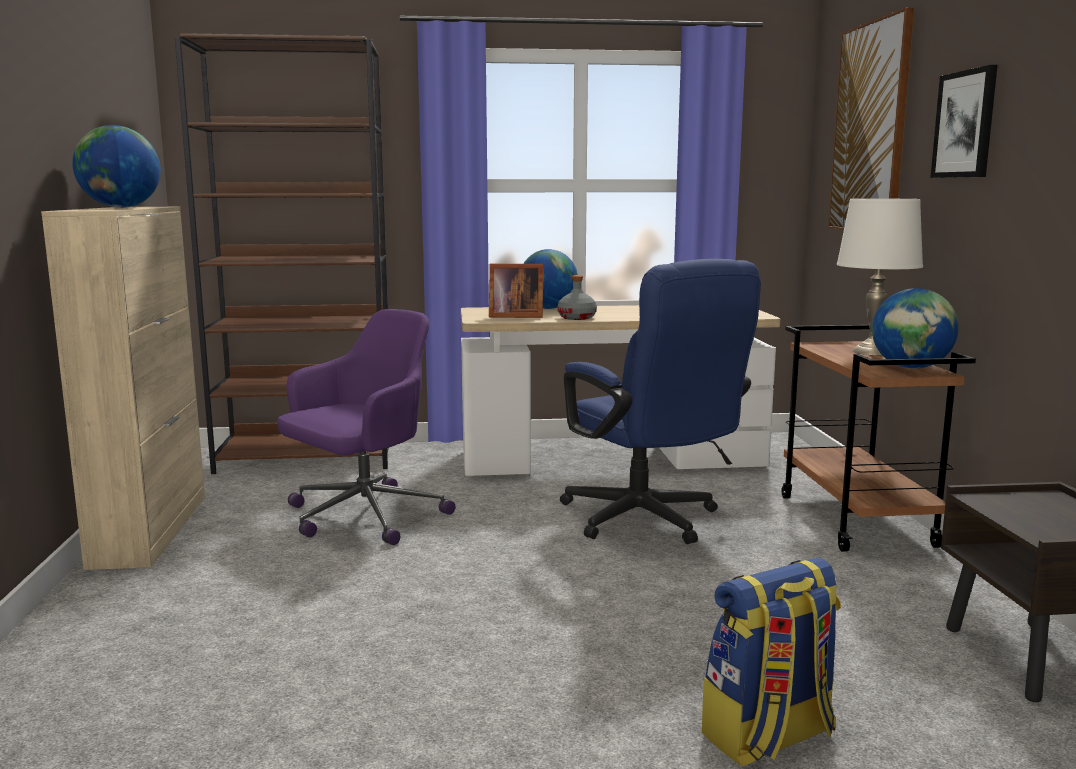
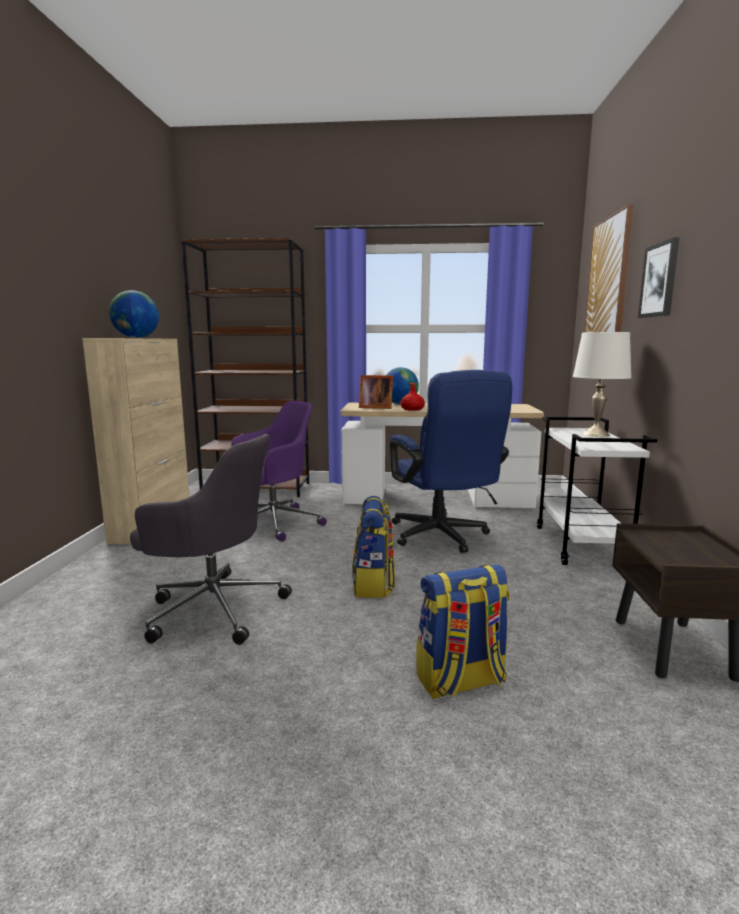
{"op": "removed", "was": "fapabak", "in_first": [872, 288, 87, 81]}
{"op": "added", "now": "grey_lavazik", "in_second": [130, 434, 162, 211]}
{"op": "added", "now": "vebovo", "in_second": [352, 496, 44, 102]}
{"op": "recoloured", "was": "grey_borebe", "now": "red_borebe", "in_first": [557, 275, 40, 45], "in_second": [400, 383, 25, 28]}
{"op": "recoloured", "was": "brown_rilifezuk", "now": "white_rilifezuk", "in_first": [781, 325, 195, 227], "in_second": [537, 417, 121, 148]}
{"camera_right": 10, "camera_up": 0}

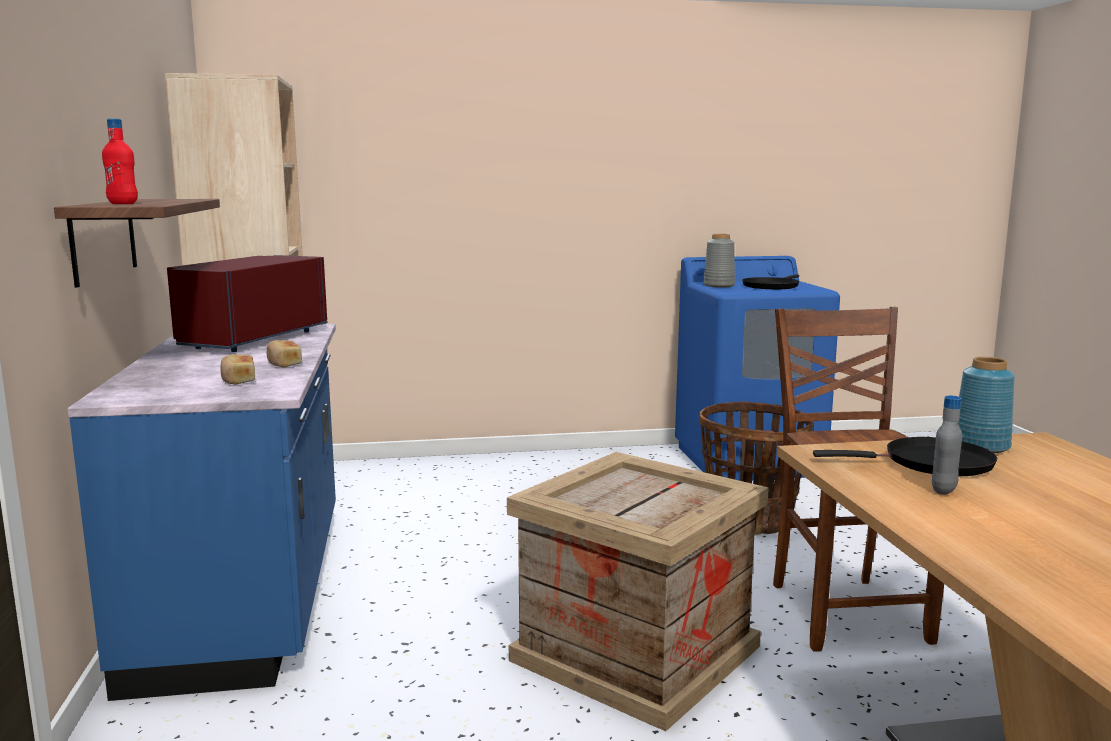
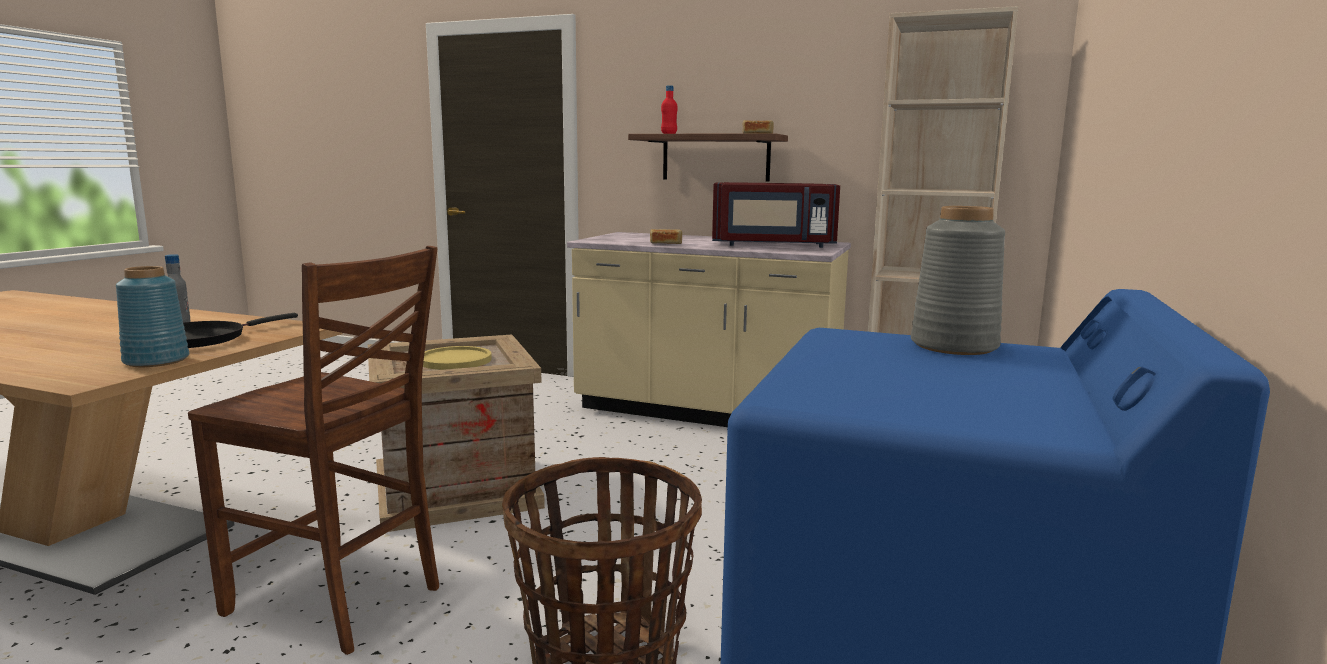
{"op": "removed", "was": "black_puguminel", "in_first": [742, 275, 57, 14]}
{"op": "added", "now": "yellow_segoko", "in_second": [423, 346, 69, 24]}
{"op": "moved", "was": "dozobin", "in_first": [220, 354, 35, 31], "in_second": [742, 120, 32, 13]}
{"op": "recoloured", "was": "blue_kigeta", "now": "beige_kigeta", "in_first": [67, 324, 269, 377], "in_second": [567, 232, 284, 195]}
{"op": "turned", "was": "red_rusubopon", "in_first": [167, 255, 160, 97], "in_second": [712, 182, 128, 66], "clockwise": 135}
{"camera_right": 120, "camera_up": 0}

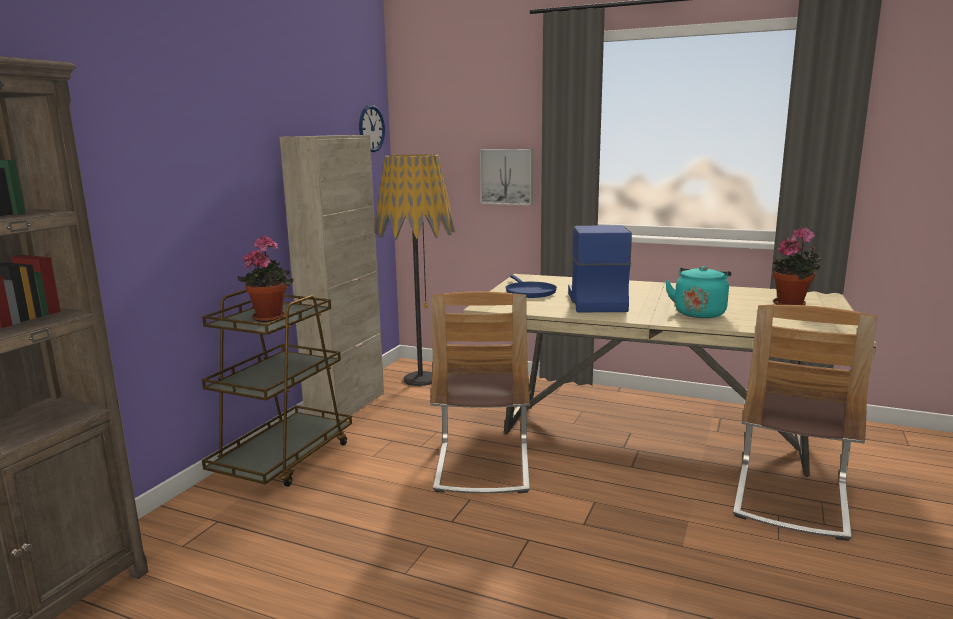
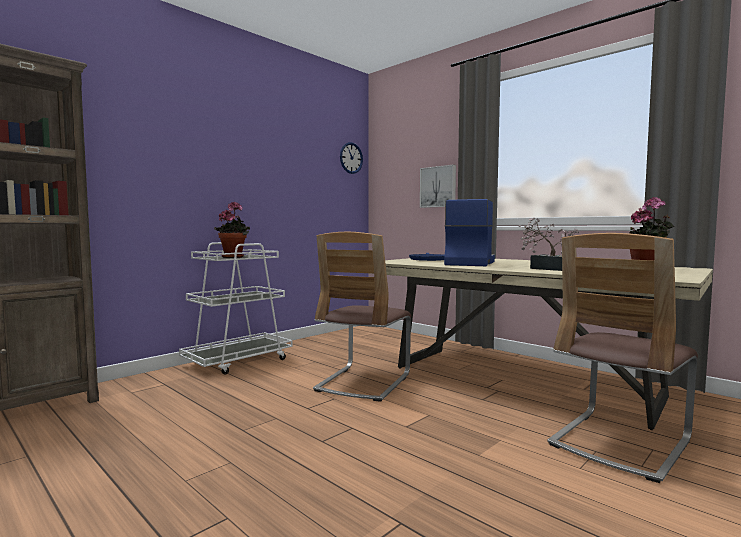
{"op": "removed", "was": "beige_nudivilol", "in_first": [279, 135, 105, 285]}
{"op": "removed", "was": "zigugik", "in_first": [375, 154, 80, 232]}
{"op": "replaced", "was": "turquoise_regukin", "now": "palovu", "in_first": [665, 266, 66, 52], "in_second": [519, 218, 60, 53]}
{"op": "recoloured", "was": "brown_rilifezuk", "now": "white_rilifezuk", "in_first": [202, 289, 150, 198], "in_second": [179, 242, 114, 133]}
{"camera_right": 20, "camera_up": -10}

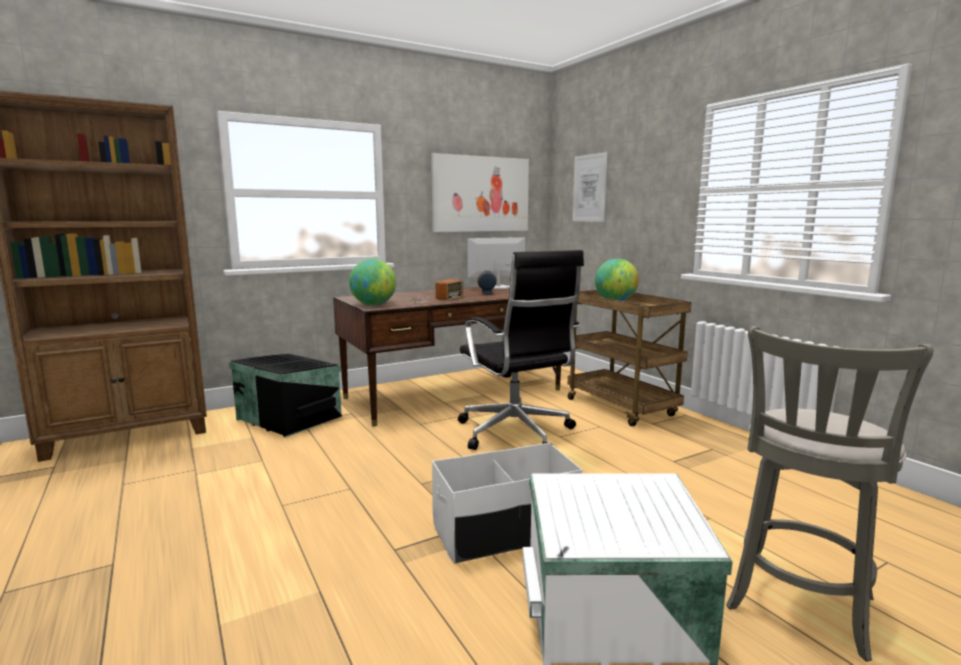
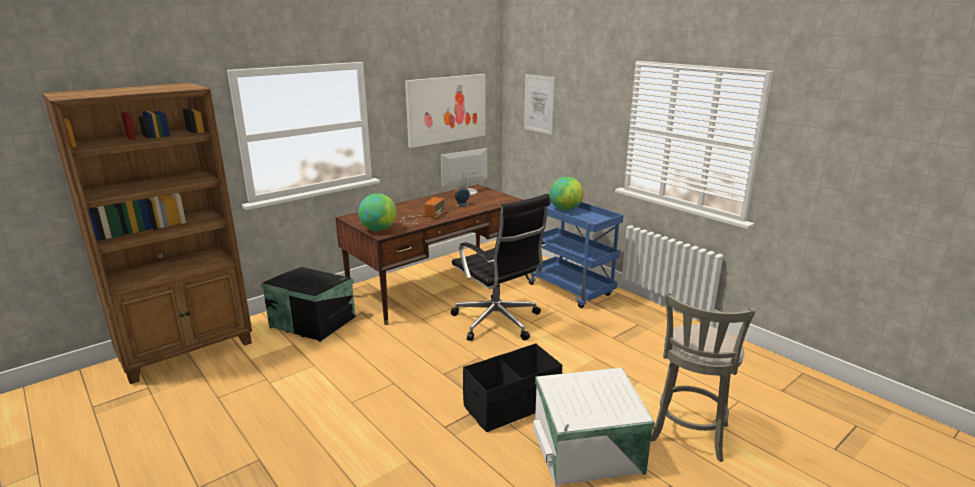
{"op": "recoloured", "was": "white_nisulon", "now": "black_nisulon", "in_first": [432, 443, 151, 121], "in_second": [463, 343, 99, 89]}
{"op": "recoloured", "was": "brown_rilifezuk", "now": "blue_rilifezuk", "in_first": [568, 290, 123, 136], "in_second": [529, 200, 95, 108]}
{"camera_right": -10, "camera_up": 10}

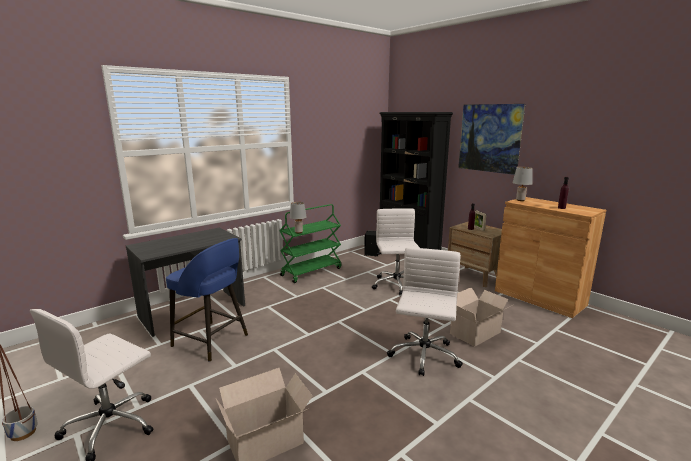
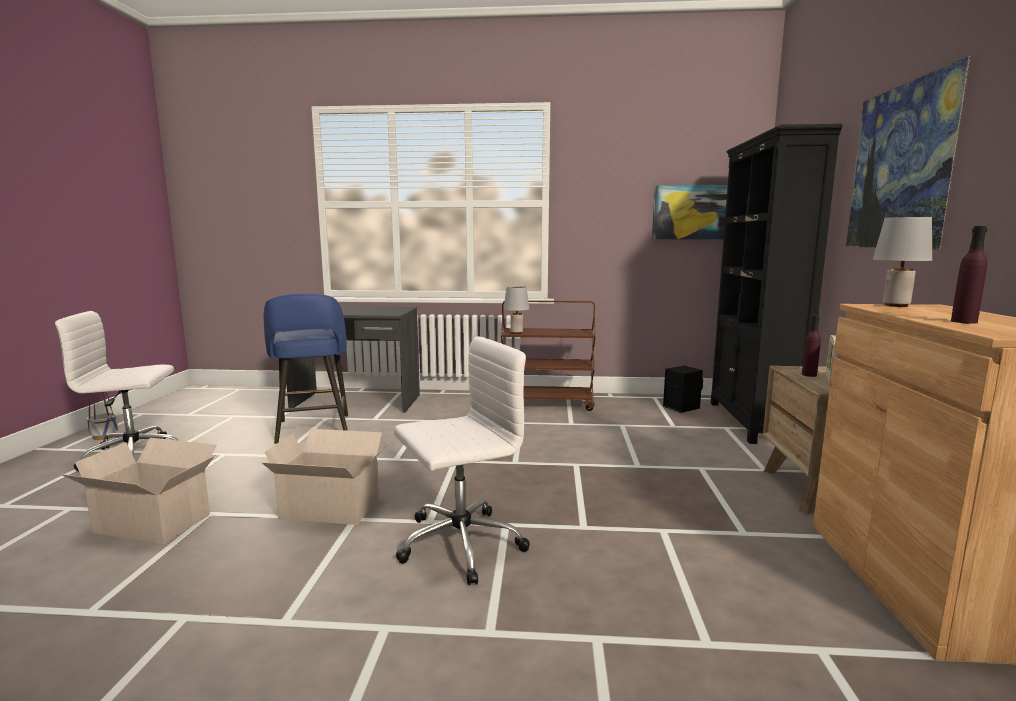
{"op": "removed", "was": "white_lavazik", "in_first": [372, 208, 48, 87]}
{"op": "added", "now": "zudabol", "in_second": [652, 185, 76, 55]}
{"op": "moved", "was": "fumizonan", "in_first": [450, 287, 64, 60], "in_second": [262, 429, 127, 96]}
{"op": "recoloured", "was": "green_rilifezuk", "now": "brown_rilifezuk", "in_first": [280, 204, 62, 79], "in_second": [501, 300, 95, 111]}
{"camera_right": 45, "camera_up": -5}

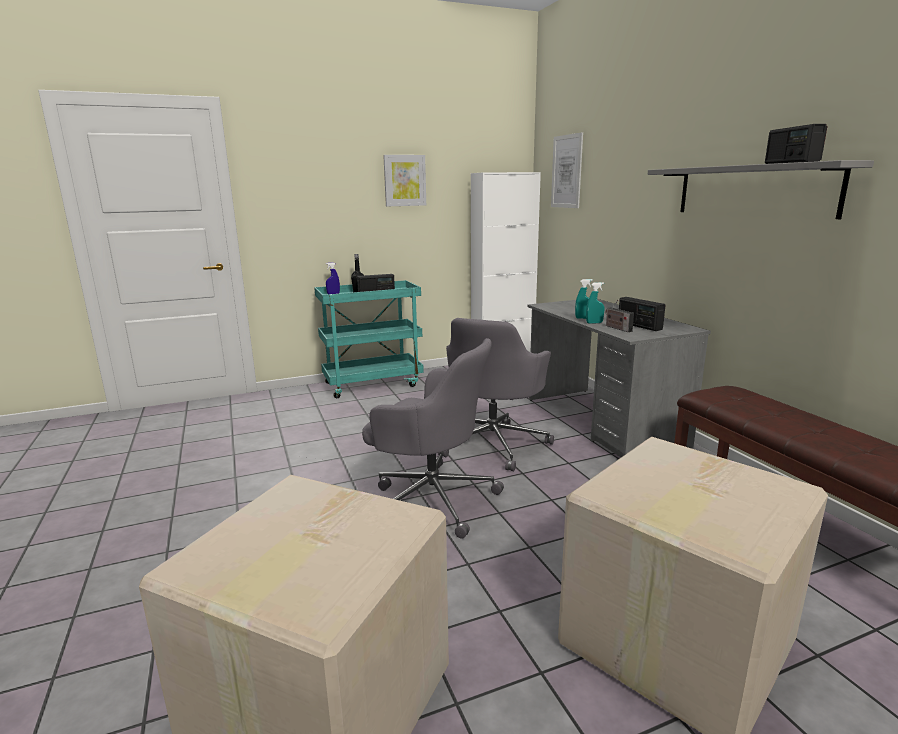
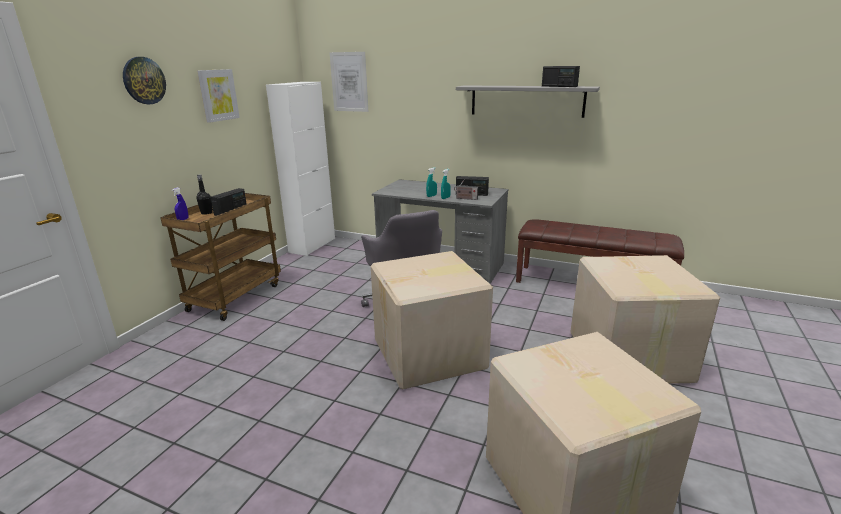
{"op": "added", "now": "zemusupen", "in_second": [123, 57, 43, 47]}
{"op": "replaced", "was": "grey_lavazik", "now": "fumizonan", "in_first": [362, 338, 142, 201], "in_second": [371, 251, 122, 139]}
{"op": "recoloured", "was": "turquoise_rilifezuk", "now": "brown_rilifezuk", "in_first": [314, 280, 110, 118], "in_second": [160, 193, 121, 128]}
{"camera_right": -45, "camera_up": 5}

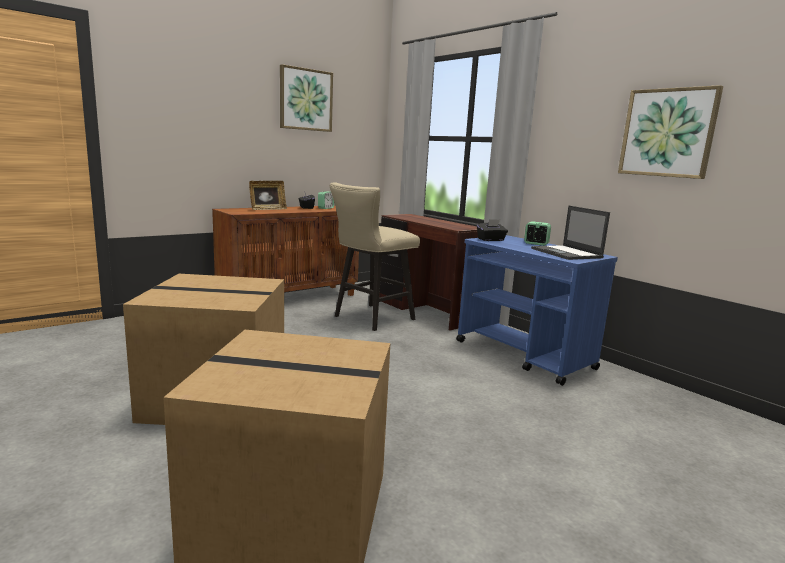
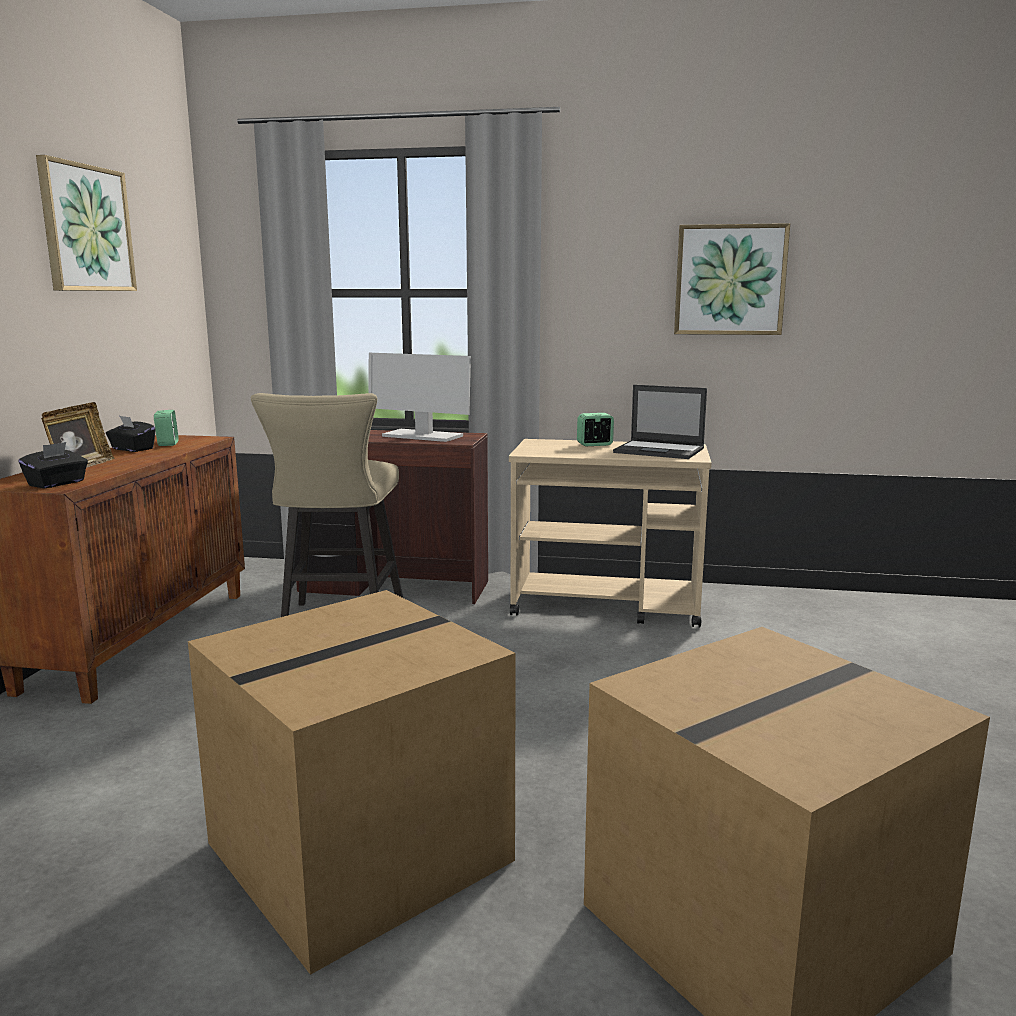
{"op": "added", "now": "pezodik", "in_second": [368, 353, 103, 89]}
{"op": "moved", "was": "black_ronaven", "in_first": [477, 219, 31, 22], "in_second": [18, 442, 70, 46]}
{"op": "recoloured", "was": "blue_rilifezuk", "now": "beige_rilifezuk", "in_first": [456, 235, 162, 151], "in_second": [509, 439, 203, 188]}
{"camera_right": -40, "camera_up": 0}

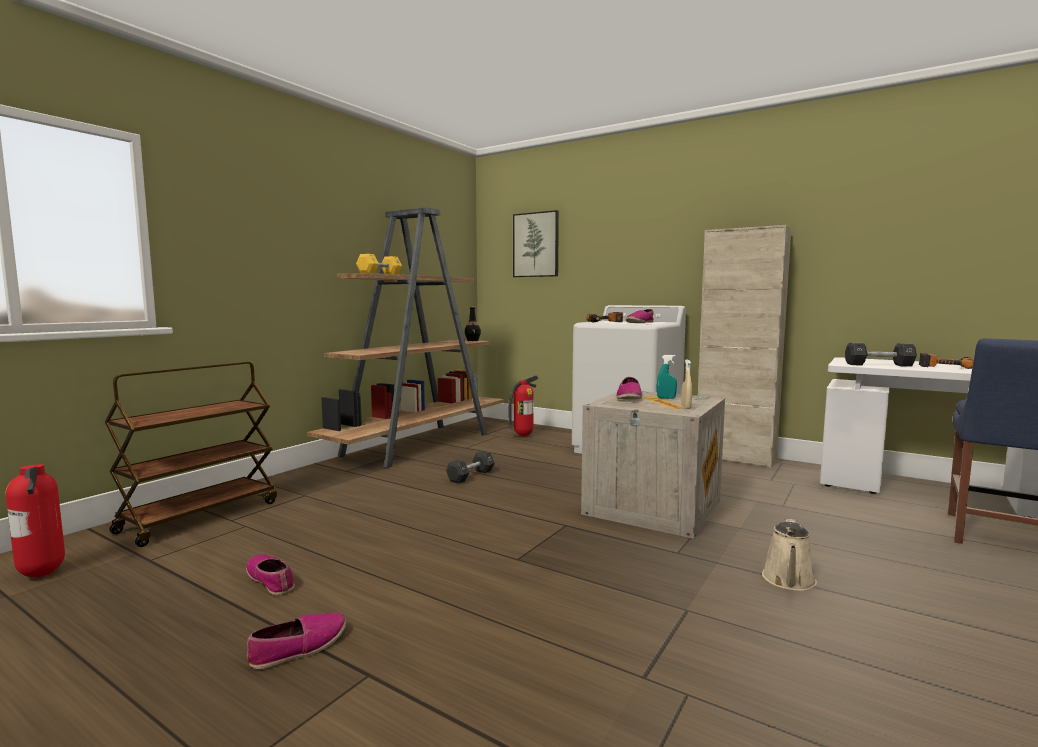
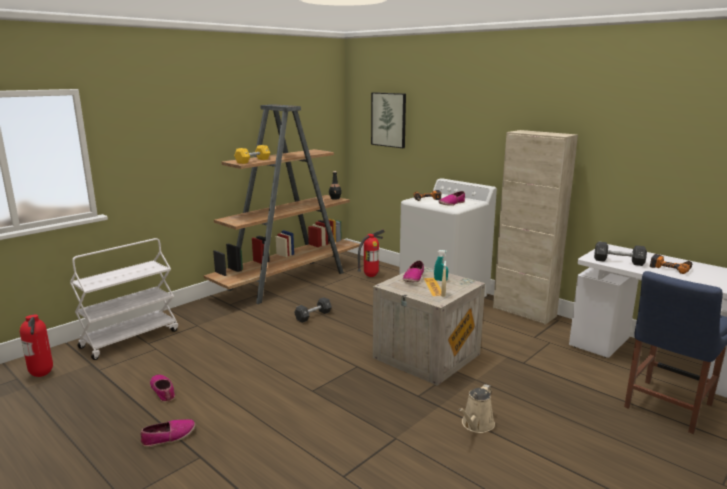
{"op": "recoloured", "was": "brown_rilifezuk", "now": "white_rilifezuk", "in_first": [105, 362, 172, 185], "in_second": [70, 238, 108, 122]}
{"camera_right": 10, "camera_up": 10}

